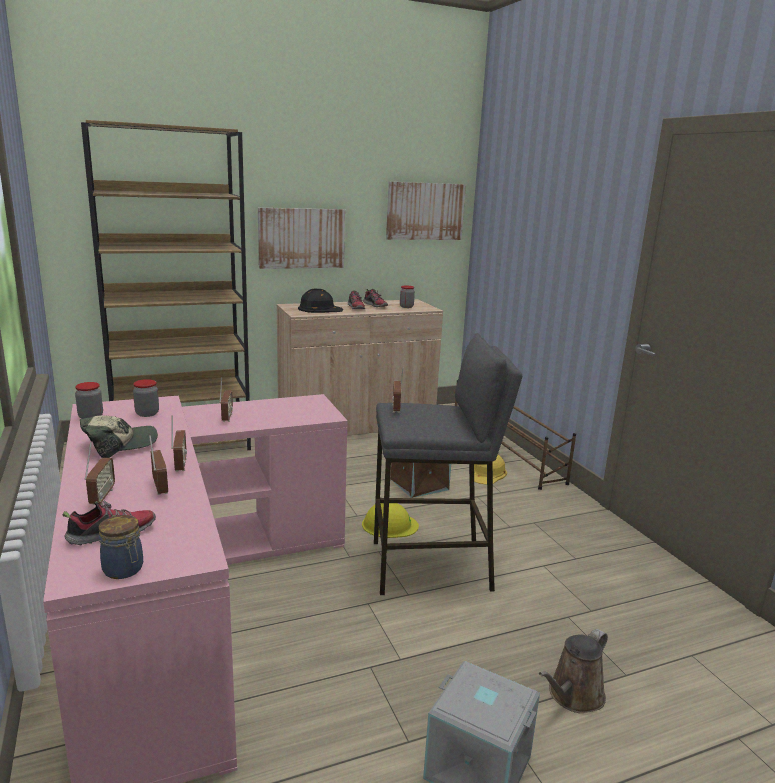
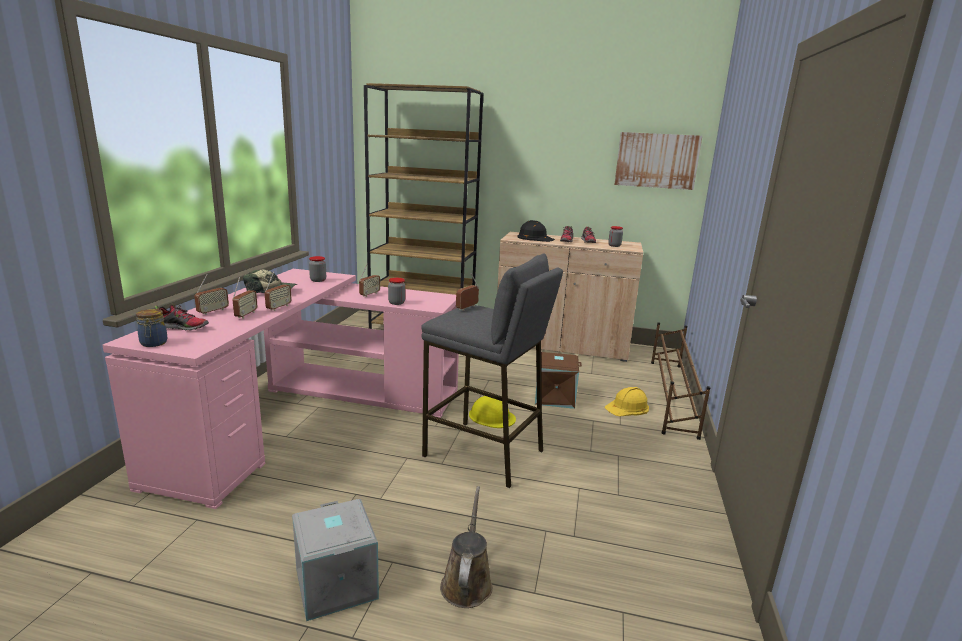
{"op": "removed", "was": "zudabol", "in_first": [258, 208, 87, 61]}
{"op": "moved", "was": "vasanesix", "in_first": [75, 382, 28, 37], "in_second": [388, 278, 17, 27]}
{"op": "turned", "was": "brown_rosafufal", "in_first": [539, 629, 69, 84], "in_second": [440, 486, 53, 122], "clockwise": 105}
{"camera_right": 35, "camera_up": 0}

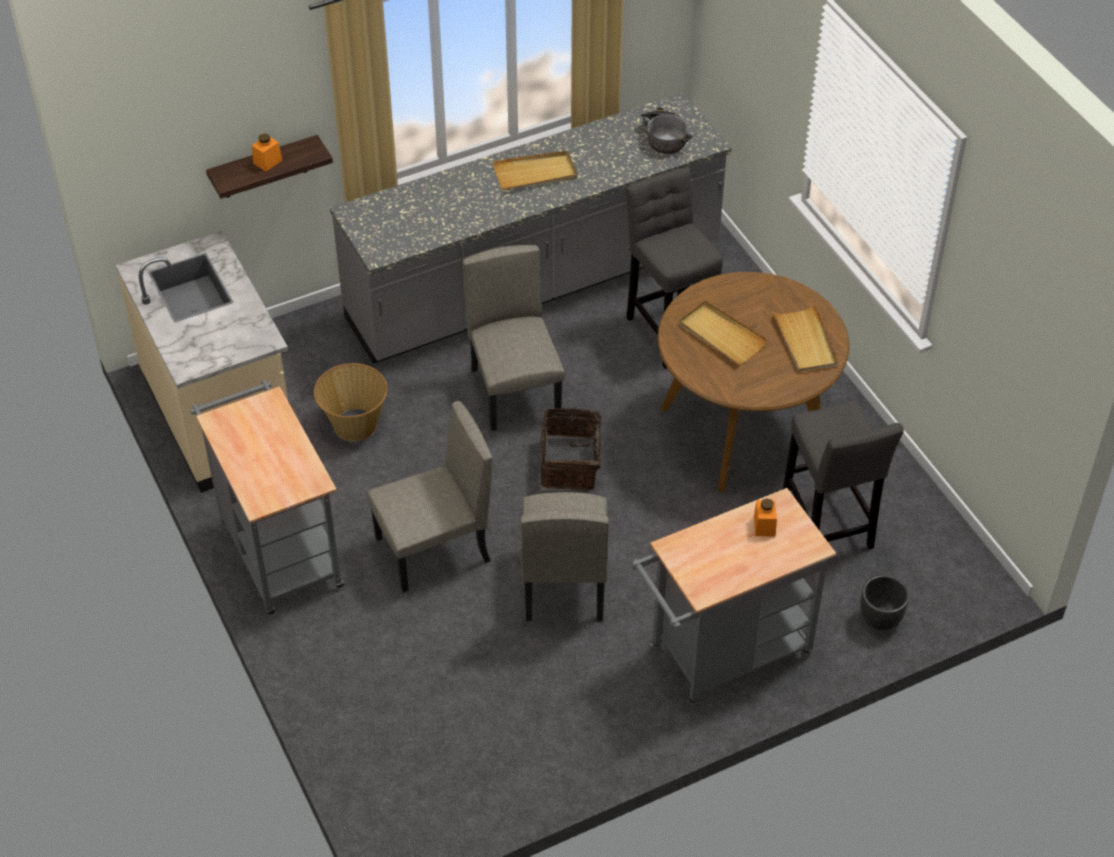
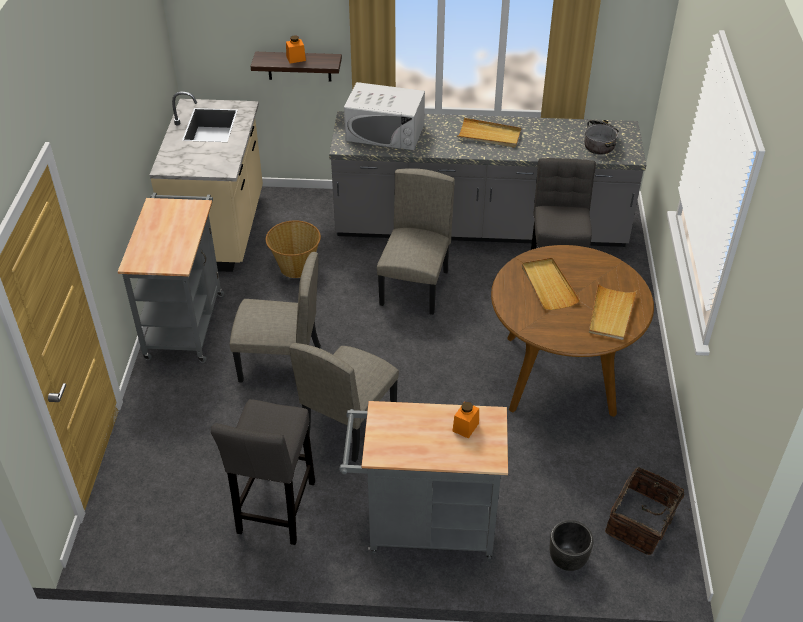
{"op": "added", "now": "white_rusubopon", "in_second": [344, 82, 81, 68]}
{"op": "moved", "was": "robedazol", "in_first": [540, 408, 75, 82], "in_second": [605, 467, 85, 88]}
{"op": "moved", "was": "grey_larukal", "in_first": [783, 401, 121, 148], "in_second": [211, 399, 104, 146]}
{"camera_right": 30, "camera_up": -5}

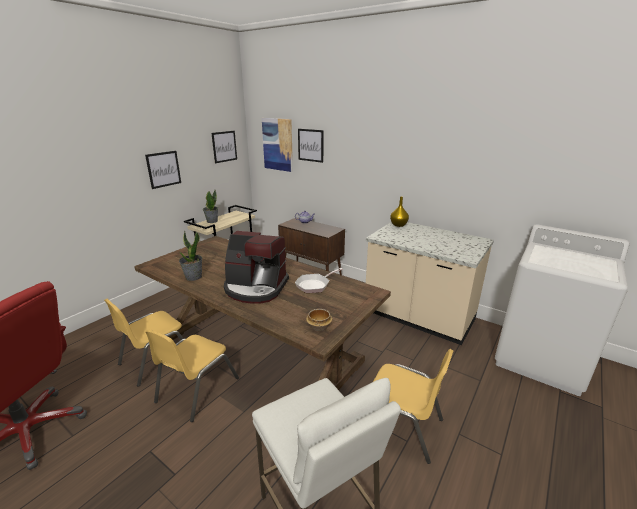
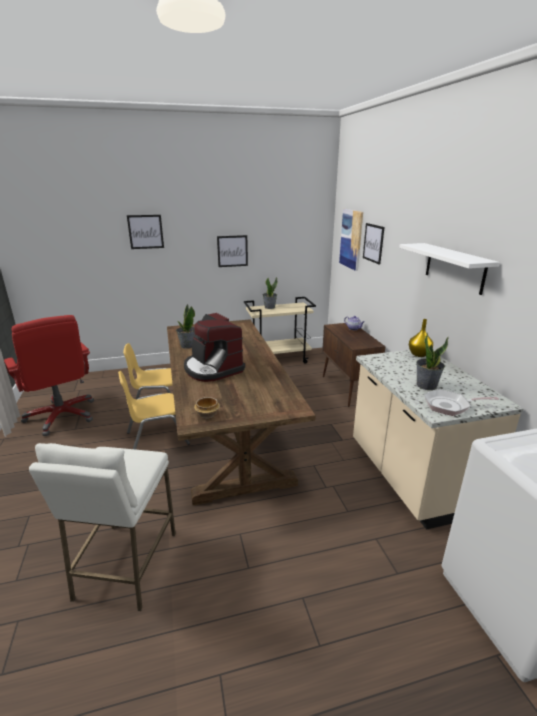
{"op": "removed", "was": "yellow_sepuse", "in_first": [373, 349, 80, 115]}
{"op": "added", "now": "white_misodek", "in_second": [399, 243, 101, 52]}
{"op": "added", "now": "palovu", "in_second": [416, 333, 33, 57]}
{"op": "moved", "was": "zudabol", "in_first": [211, 131, 26, 32], "in_second": [127, 215, 37, 34]}
{"op": "moved", "was": "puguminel", "in_first": [295, 268, 48, 25], "in_second": [424, 389, 75, 27]}
{"camera_right": 40, "camera_up": 0}

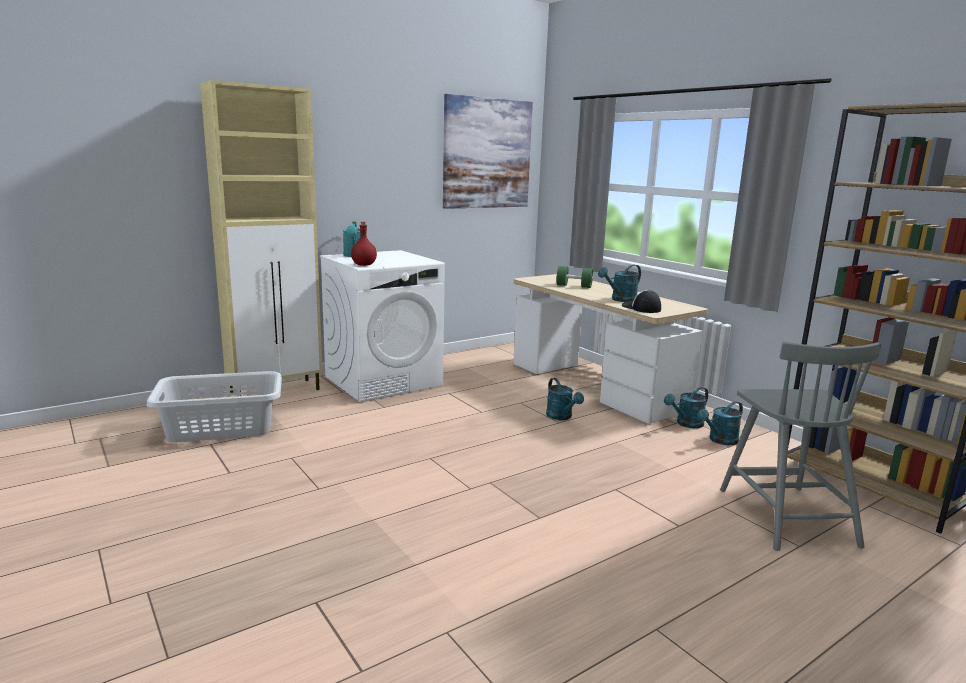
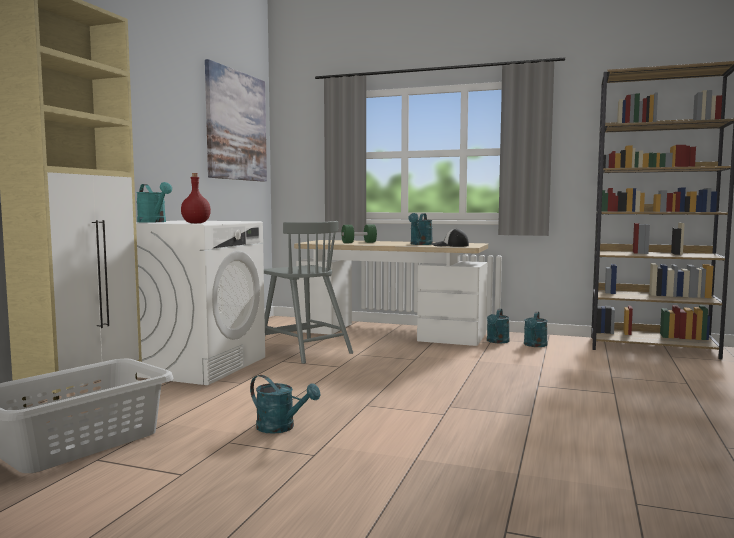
{"op": "moved", "was": "turquoise_rosafufal", "in_first": [546, 378, 38, 42], "in_second": [250, 375, 70, 59]}
{"op": "moved", "was": "grey_sepuse", "in_first": [720, 342, 161, 209], "in_second": [264, 221, 89, 143]}
{"camera_right": -35, "camera_up": -10}

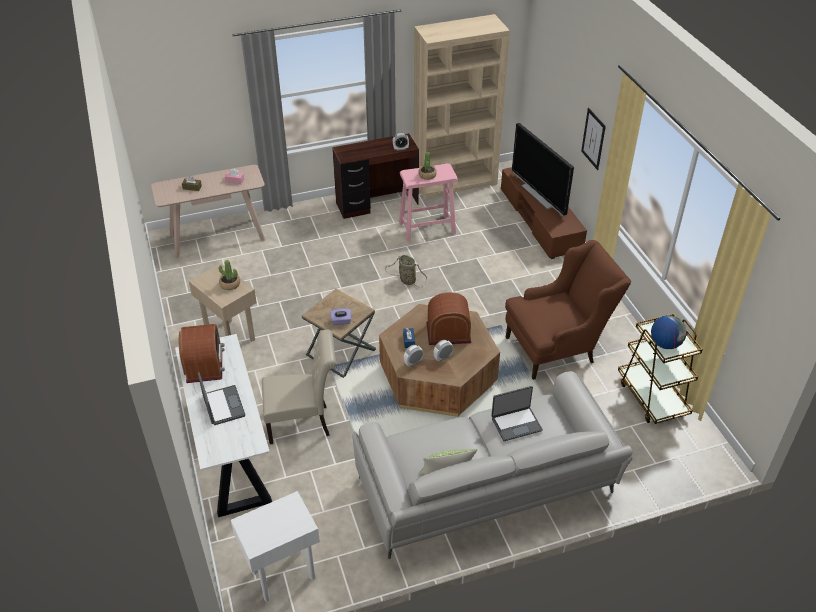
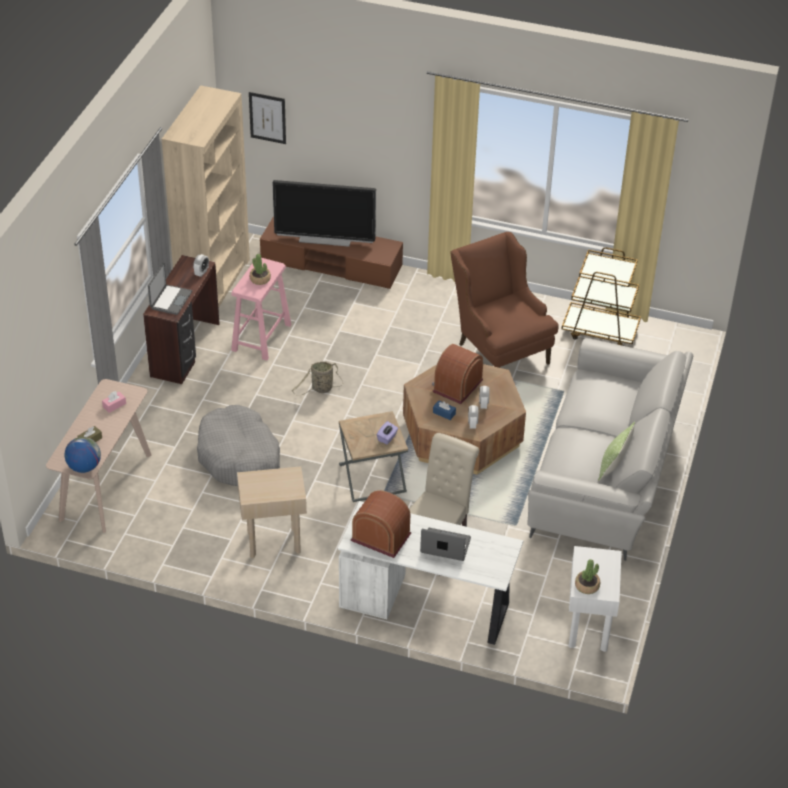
{"op": "added", "now": "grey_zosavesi", "in_second": [197, 405, 83, 81]}
{"op": "moved", "was": "palovu", "in_first": [219, 260, 21, 30], "in_second": [575, 559, 25, 35]}
{"op": "moved", "was": "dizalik", "in_first": [491, 386, 52, 55], "in_second": [148, 263, 44, 52]}
{"op": "moved", "was": "zudabol", "in_first": [581, 108, 25, 62], "in_second": [249, 92, 37, 52]}
{"op": "moved", "was": "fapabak", "in_first": [651, 315, 36, 34], "in_second": [64, 437, 37, 36]}
{"op": "turned", "was": "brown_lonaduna", "in_first": [505, 240, 126, 140], "in_second": [450, 232, 109, 136], "clockwise": -45}
{"camera_right": -55, "camera_up": 0}

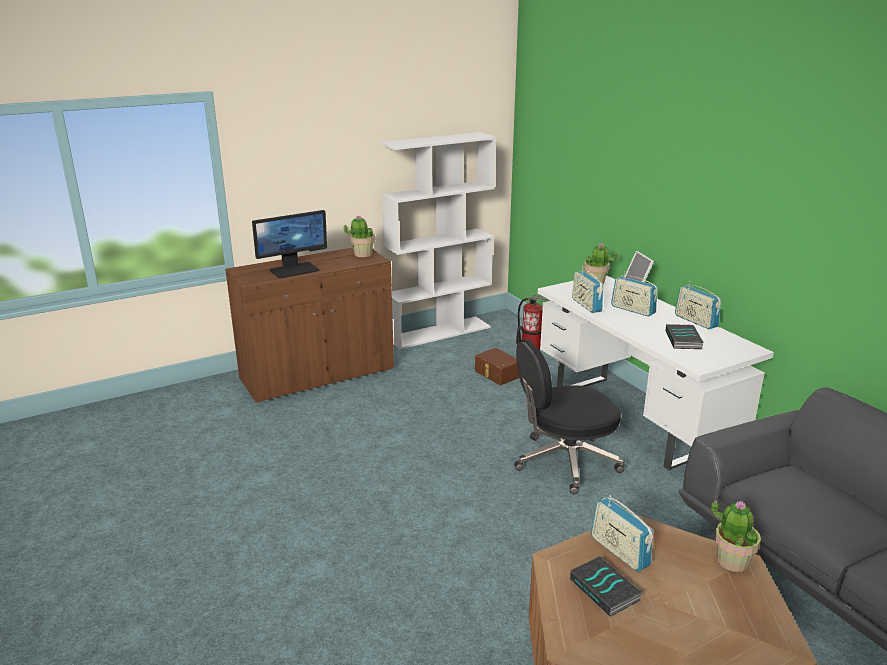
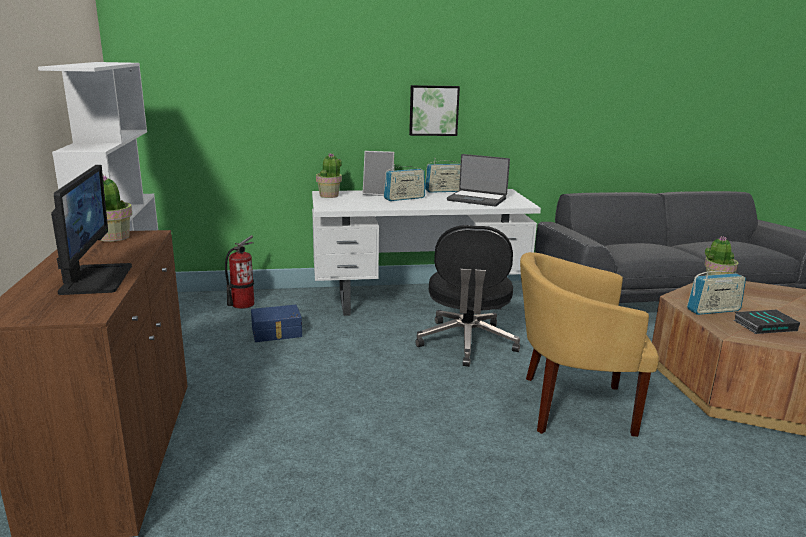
{"op": "removed", "was": "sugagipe", "in_first": [572, 266, 32, 47]}
{"op": "added", "now": "zudabol", "in_second": [409, 85, 51, 51]}
{"op": "added", "now": "yellow_lonaduna", "in_second": [520, 252, 139, 185]}
{"op": "replaced", "was": "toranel", "now": "dizalik", "in_first": [666, 324, 38, 25], "in_second": [447, 154, 63, 52]}
{"op": "recoloured", "was": "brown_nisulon", "now": "blue_nisulon", "in_first": [475, 348, 44, 37], "in_second": [251, 305, 51, 37]}
{"camera_right": -70, "camera_up": -5}

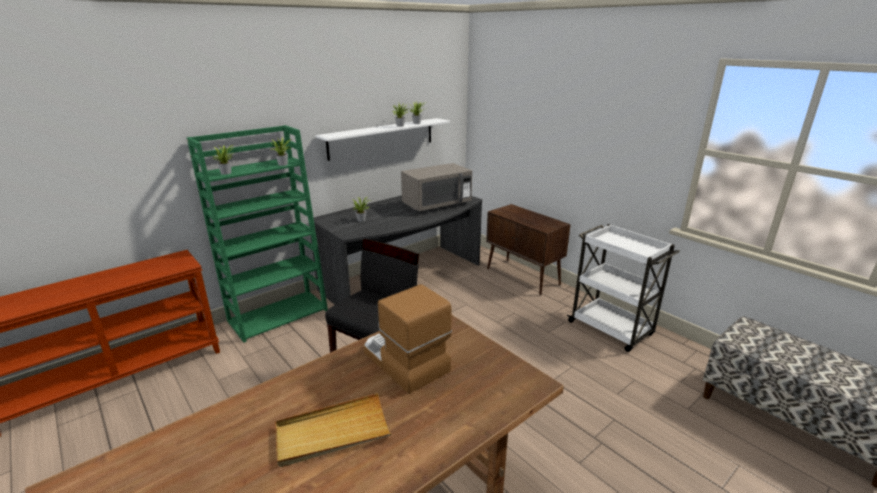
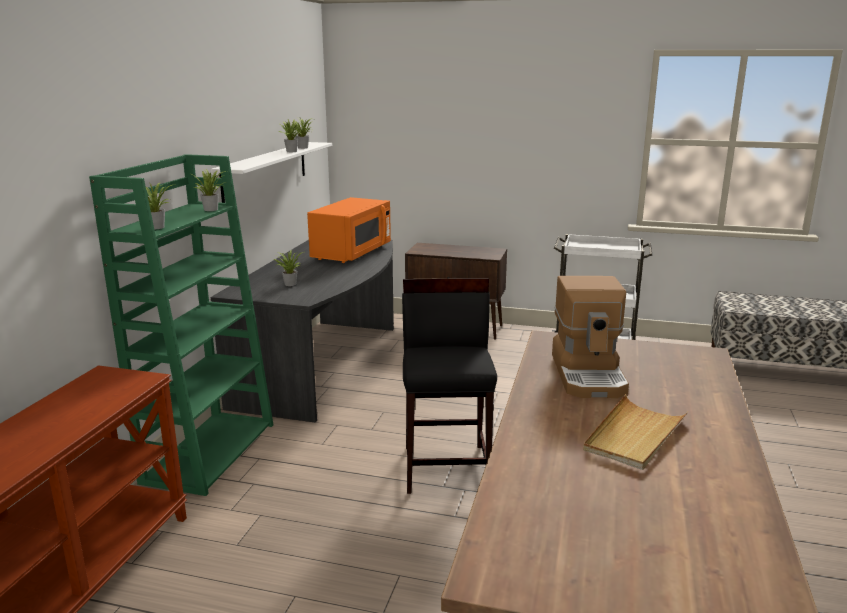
{"op": "recoloured", "was": "grey_rusubopon", "now": "orange_rusubopon", "in_first": [401, 163, 71, 49], "in_second": [307, 197, 84, 66]}
{"op": "turned", "was": "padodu", "in_first": [364, 284, 88, 110], "in_second": [552, 276, 77, 122], "clockwise": -105}
{"camera_right": -35, "camera_up": -5}

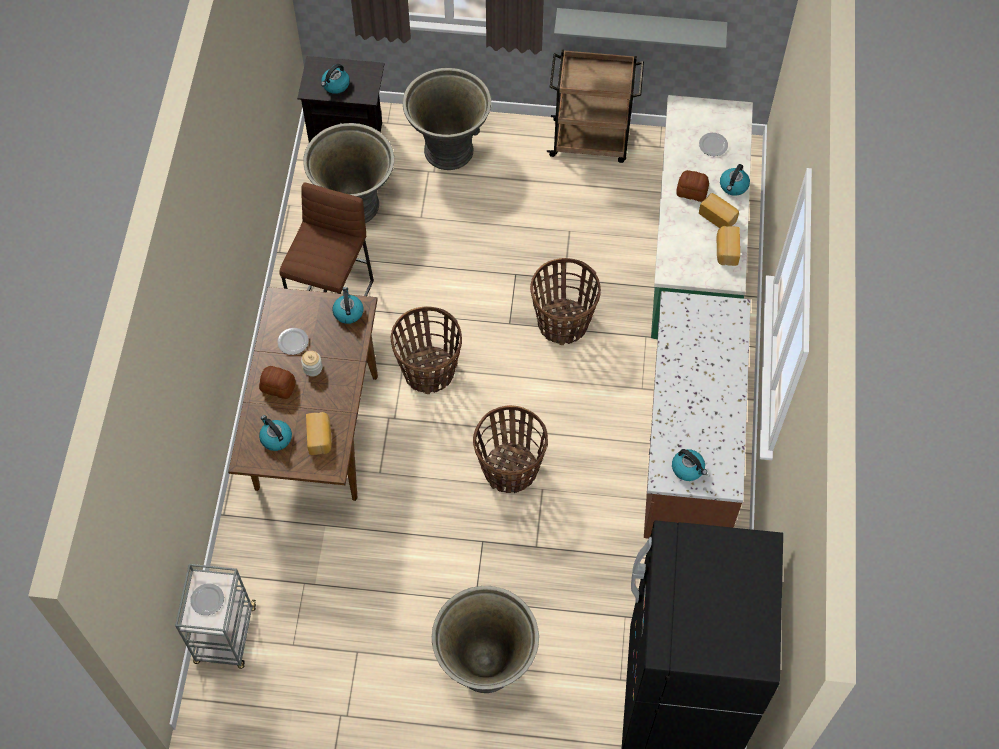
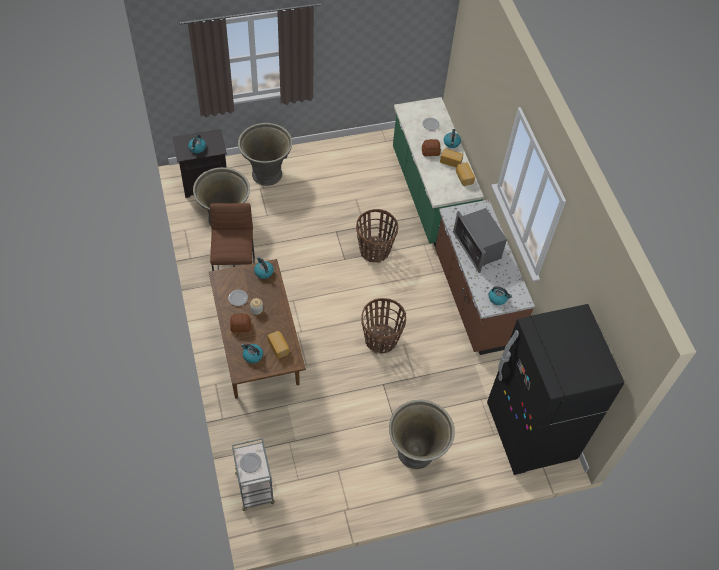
{"op": "removed", "was": "robedazol", "in_first": [391, 306, 71, 88]}
{"op": "removed", "was": "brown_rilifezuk", "in_first": [547, 50, 97, 113]}
{"op": "removed", "was": "grey_misodek", "in_first": [554, 8, 174, 42]}
{"op": "added", "now": "rusubopon", "in_second": [453, 208, 54, 65]}
{"camera_right": -25, "camera_up": -5}

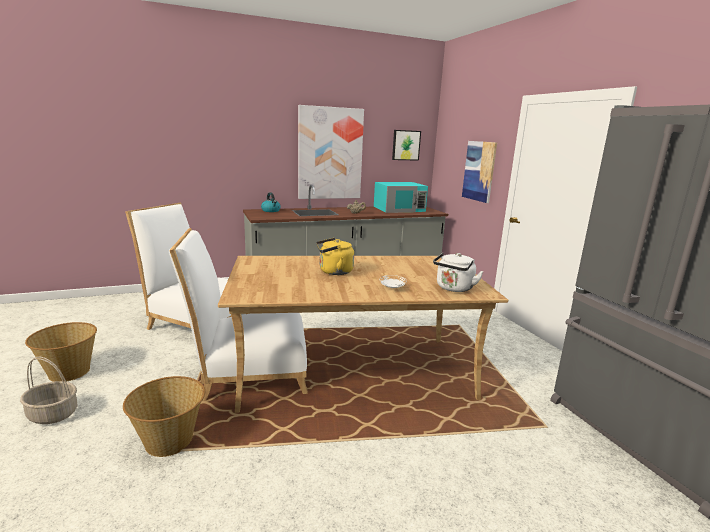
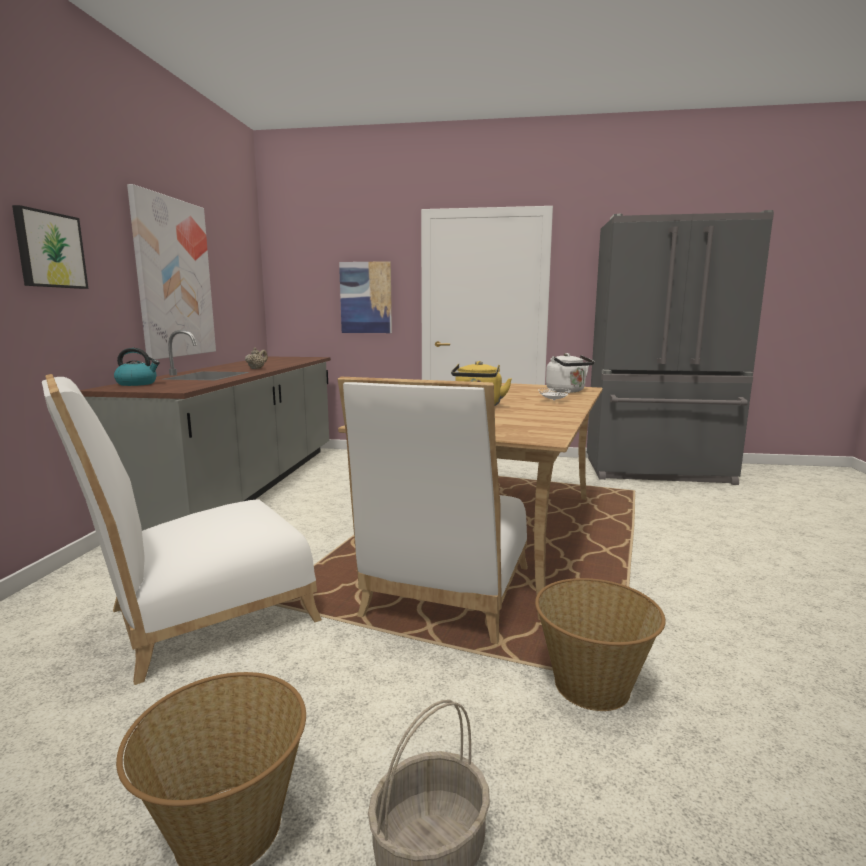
{"op": "removed", "was": "turquoise_rusubopon", "in_first": [374, 182, 54, 31]}
{"op": "moved", "was": "zudabol", "in_first": [392, 130, 29, 31], "in_second": [12, 205, 76, 84]}
{"camera_right": -60, "camera_up": -5}

